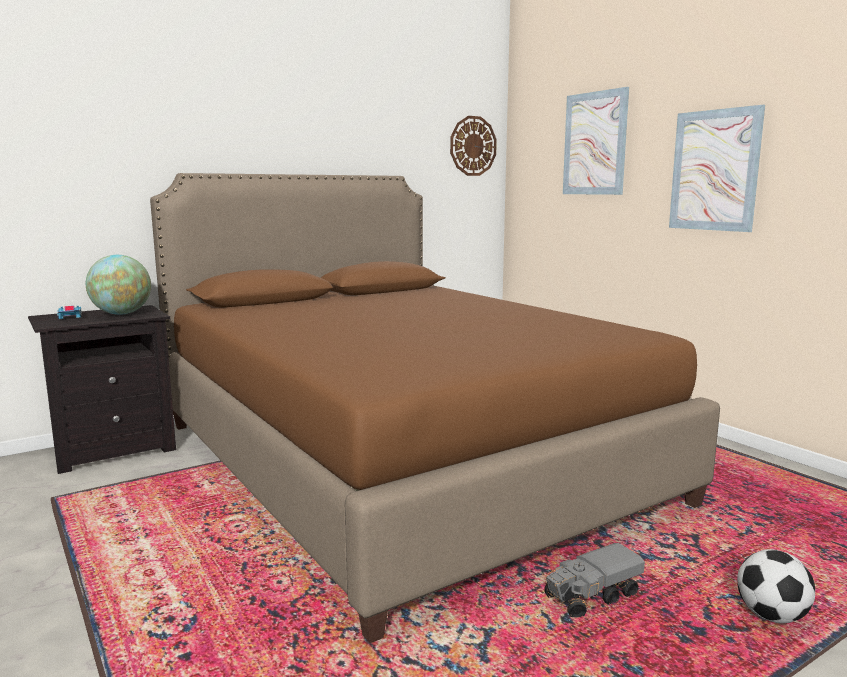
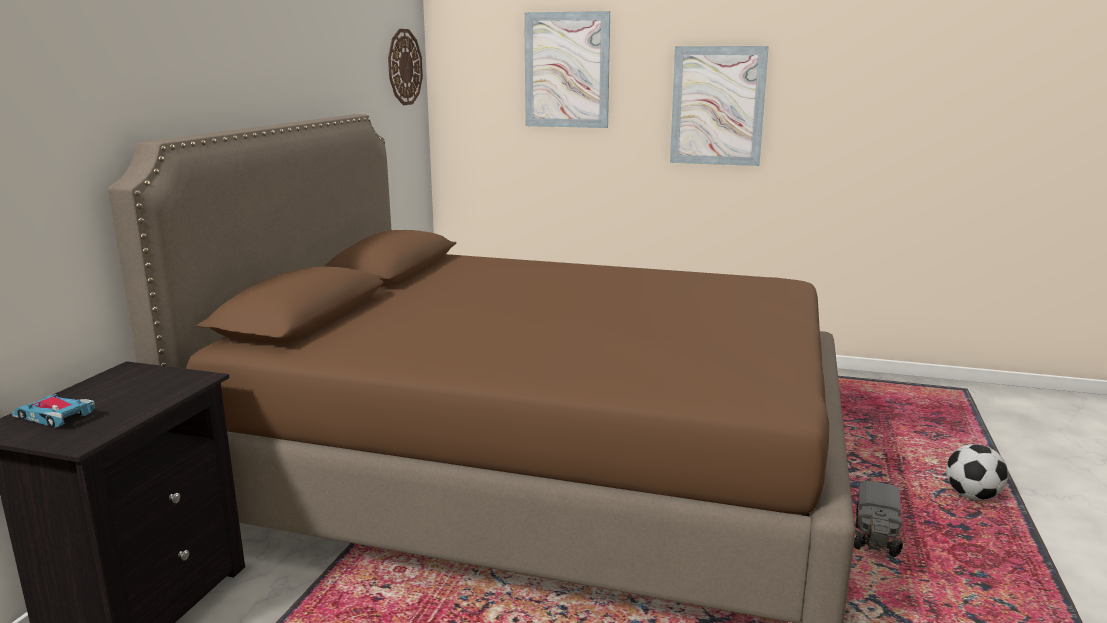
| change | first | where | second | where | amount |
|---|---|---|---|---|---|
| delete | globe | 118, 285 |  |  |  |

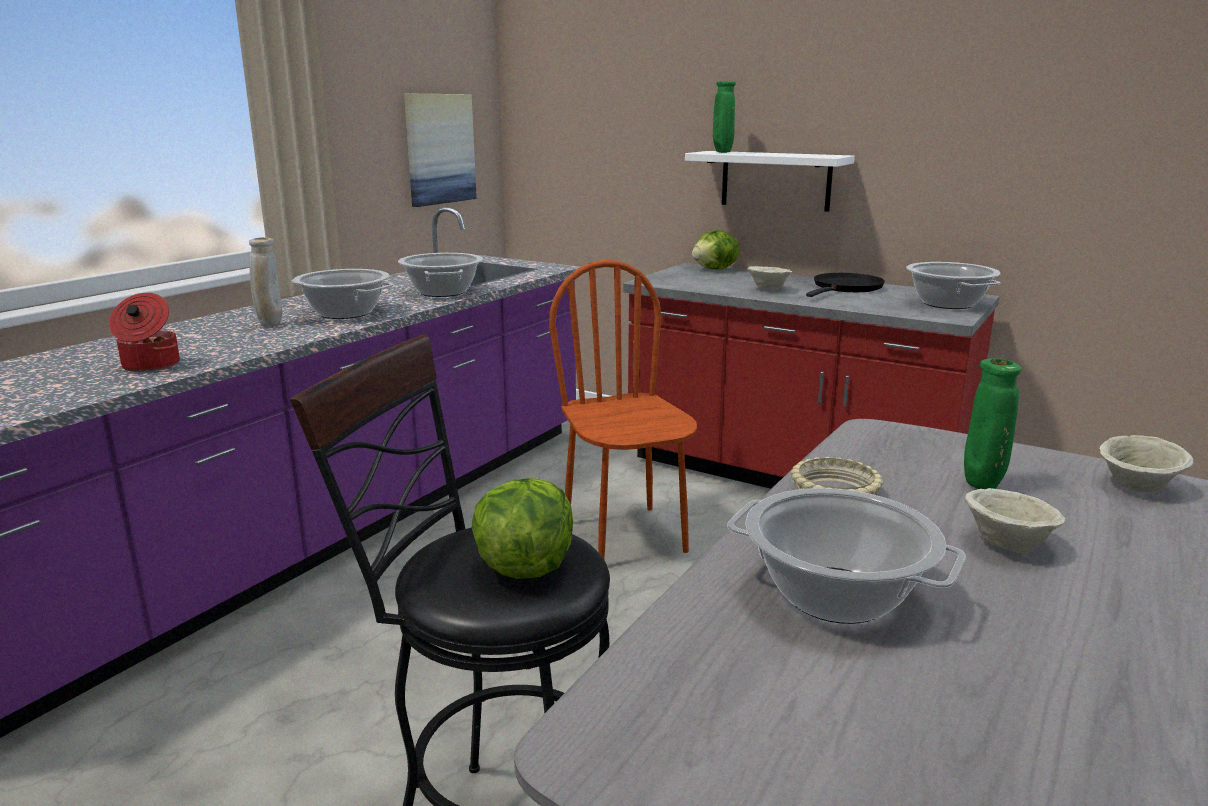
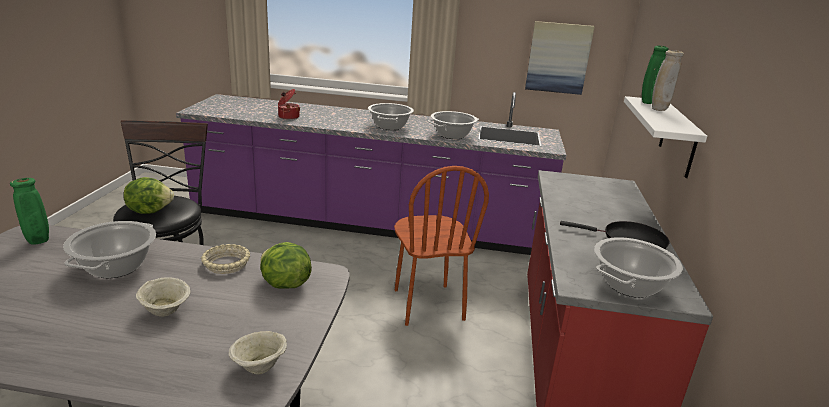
| change | first | where | second | where | amount |
|---|---|---|---|---|---|
| delete | beige bowl | 769, 278 |  |  |  |
| move | beige vase | 265, 282 |  | 668, 80 |  |
| move | lettuce | 715, 250 |  | 286, 265 |  |
| move | green vase | 993, 423 |  | 29, 211 |  |
| rotate | brown chair | 623, 409 |  | 441, 246 | 120 degrees clockwise |

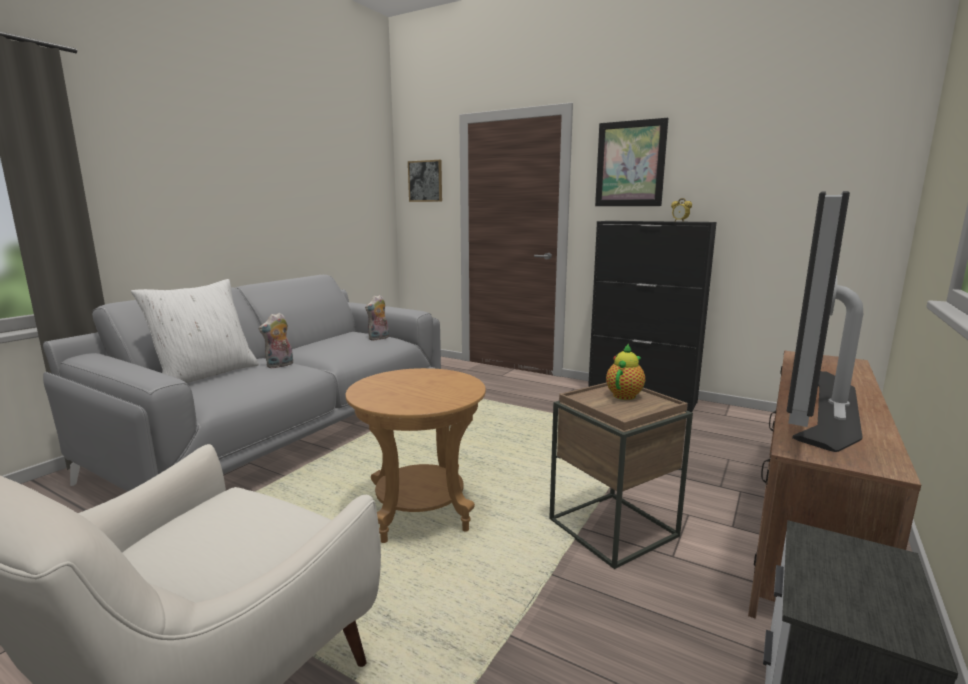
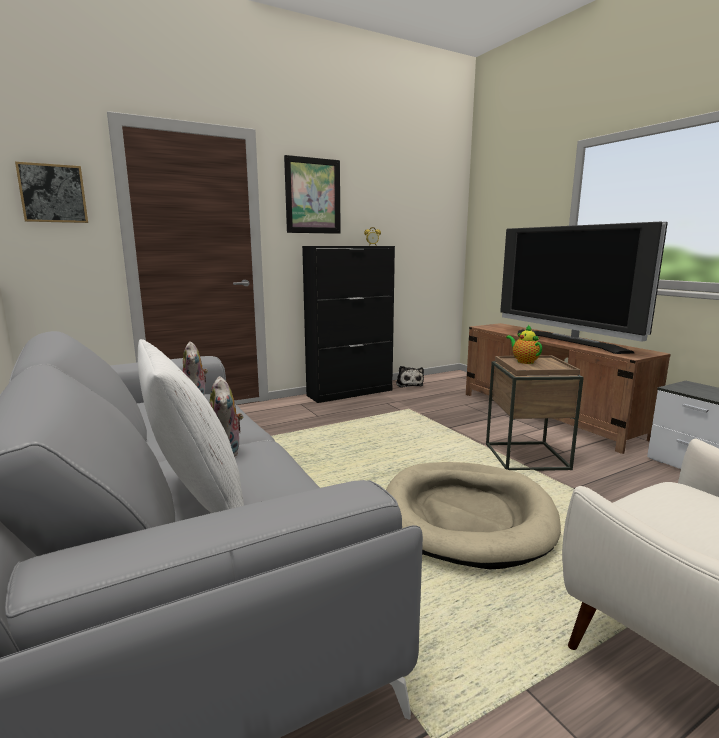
| change | first | where | second | where | amount |
|---|---|---|---|---|---|
| insert |  |  | plush toy | 410, 377 |  |
| replace | brown side table | 416, 455 | beige dog bed | 473, 516 |  |

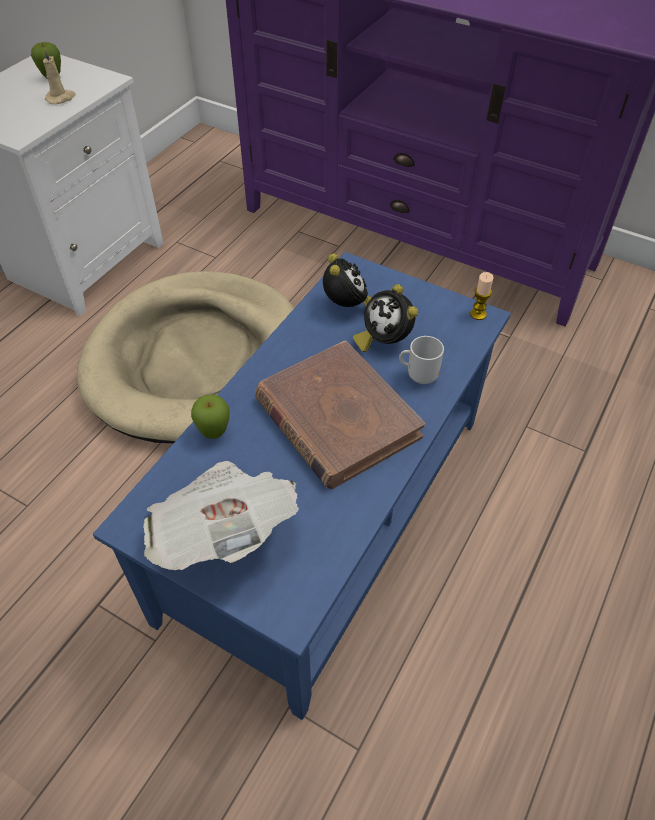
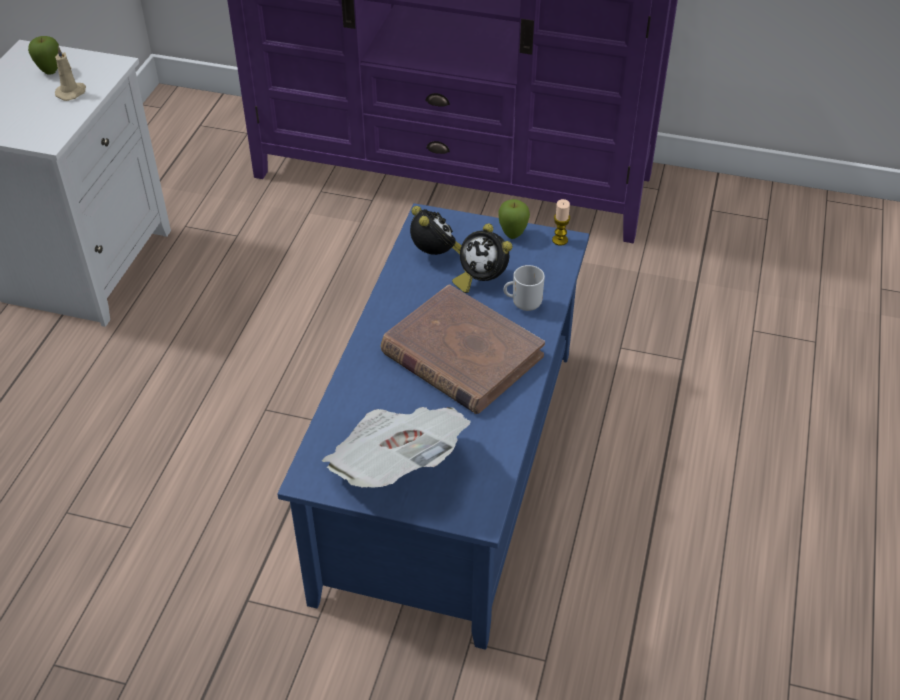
| change | first | where | second | where | amount |
|---|---|---|---|---|---|
| delete | beige dog bed | 185, 357 |  |  |  |
| move | apple | 210, 417 |  | 514, 219 |  |

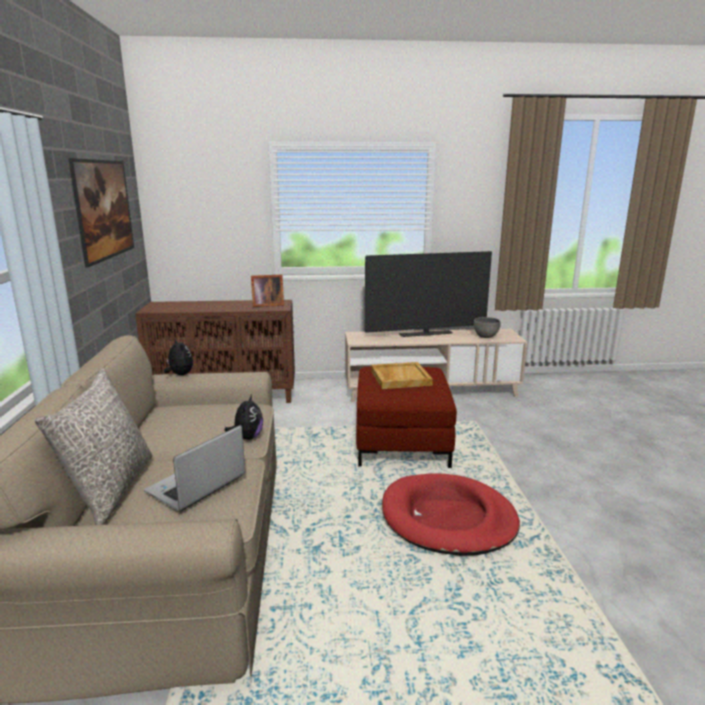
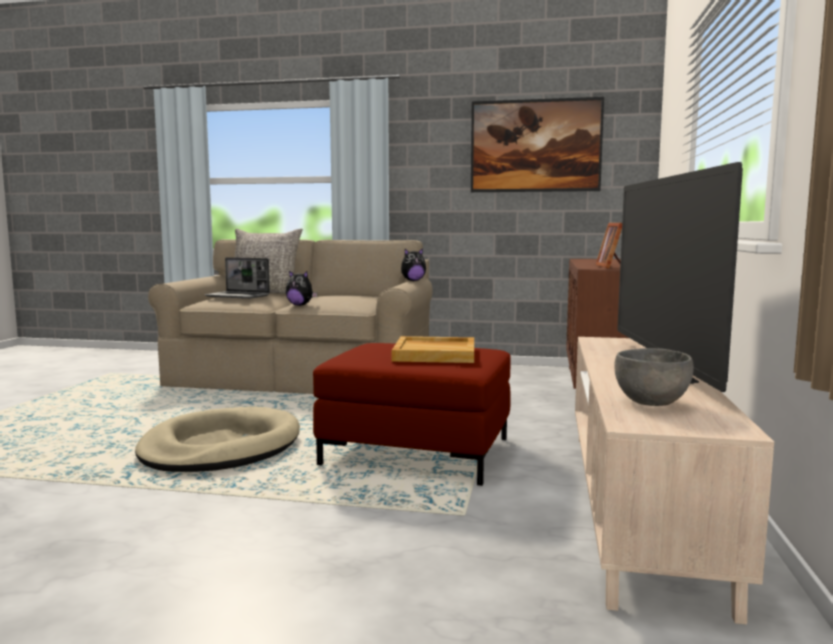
| change | first | where | second | where | amount |
|---|---|---|---|---|---|
| recolor | red dog bed | 451, 514 | beige dog bed | 217, 439 |  |
| rotate | laptop | 194, 468 |  | 237, 278 | 150 degrees clockwise |

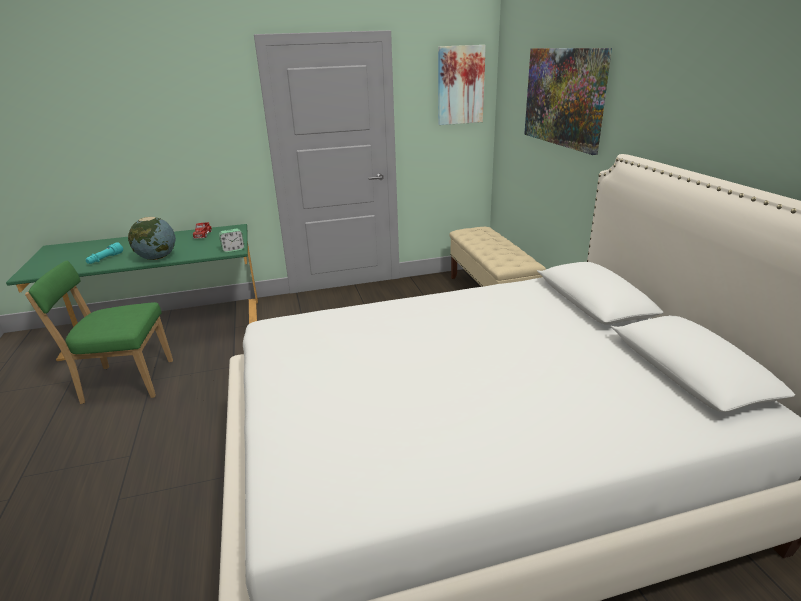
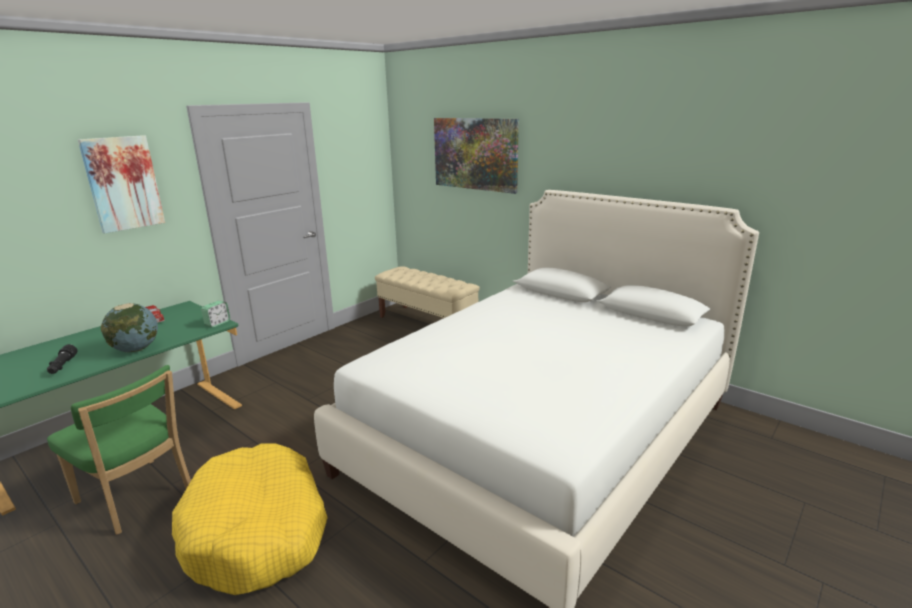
| change | first | where | second | where | amount |
|---|---|---|---|---|---|
| insert |  |  | yellow dog bed | 250, 519 |  |
| move | picture | 462, 85 |  | 121, 184 |  |
| recolor | turquoise flashlight | 104, 253 | black flashlight | 62, 359 |  |
| rotate | green chair | 99, 332 |  | 119, 450 | 105 degrees counterclockwise |

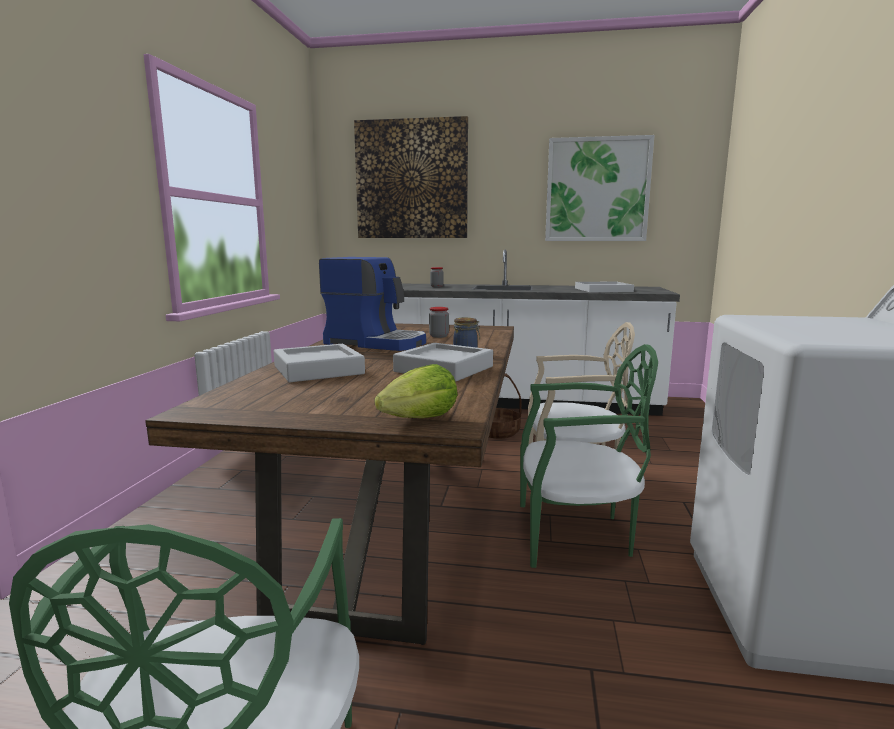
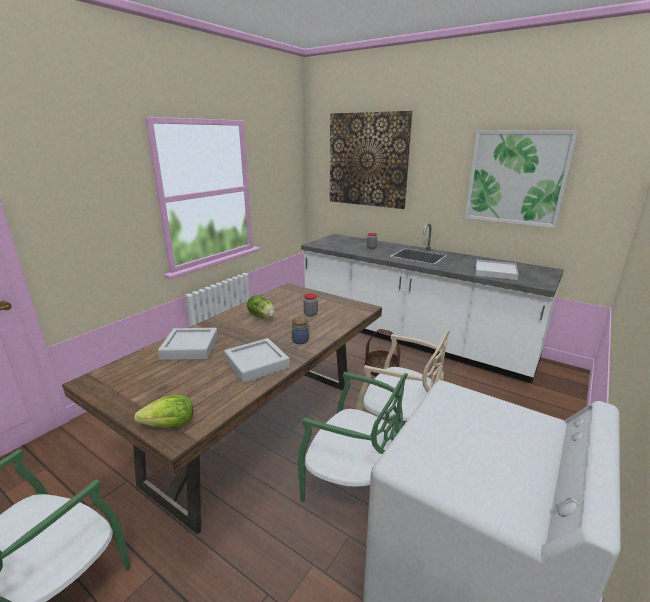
| change | first | where | second | where | amount |
|---|---|---|---|---|---|
| replace | coffee machine | 372, 304 | lettuce | 261, 307 |  |

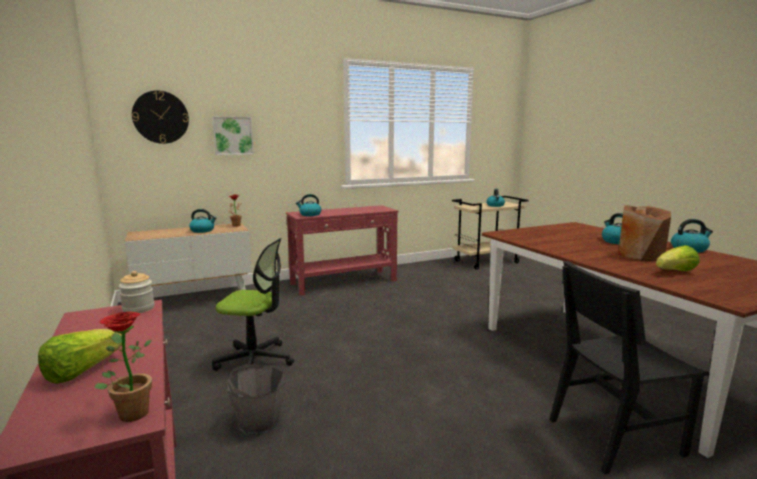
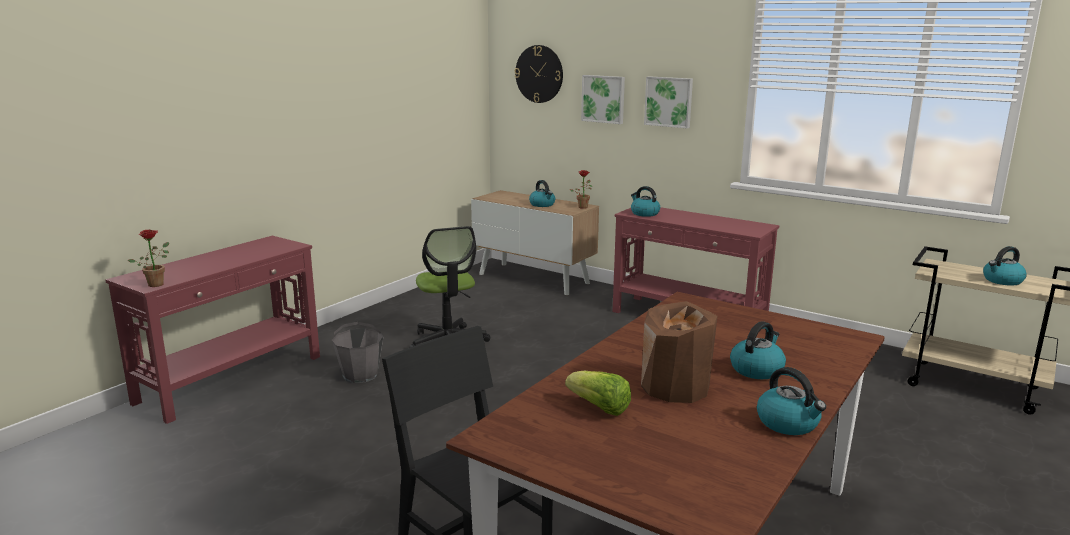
| change | first | where | second | where | amount |
|---|---|---|---|---|---|
| delete | lettuce | 80, 356 |  |  |  |
| delete | jar | 137, 292 |  |  |  |
| insert |  |  | picture | 668, 102 |  |

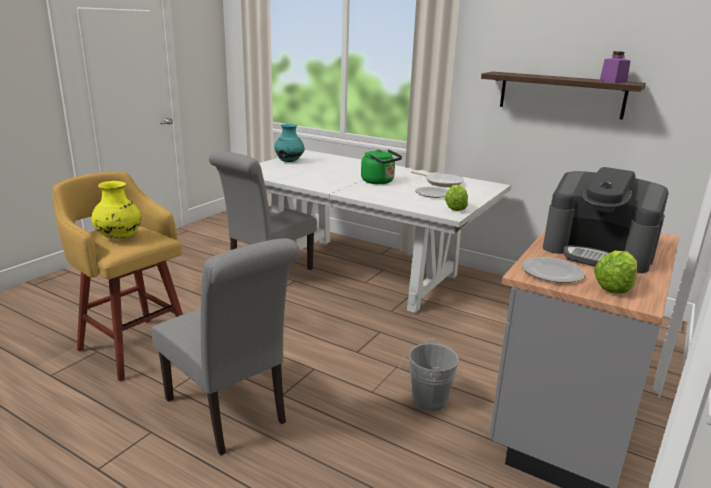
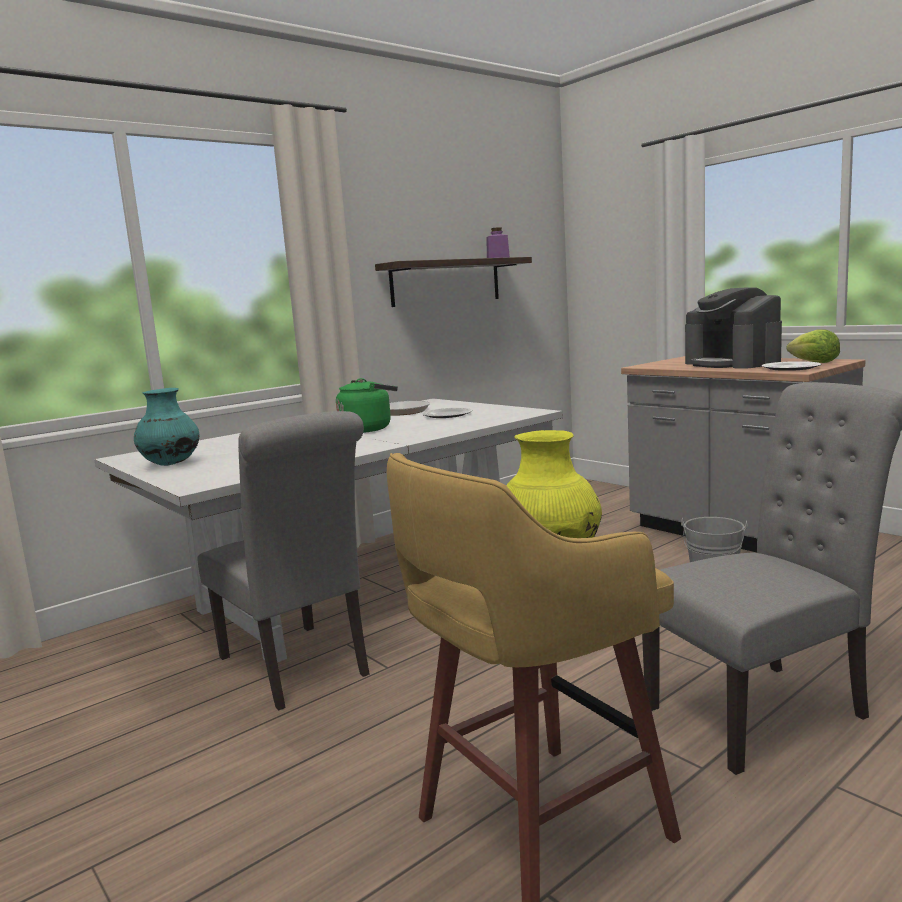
| change | first | where | second | where | amount |
|---|---|---|---|---|---|
| delete | lettuce | 456, 198 |  |  |  |
| rotate | coffee machine | 606, 220 |  | 733, 328 | 105 degrees clockwise |

